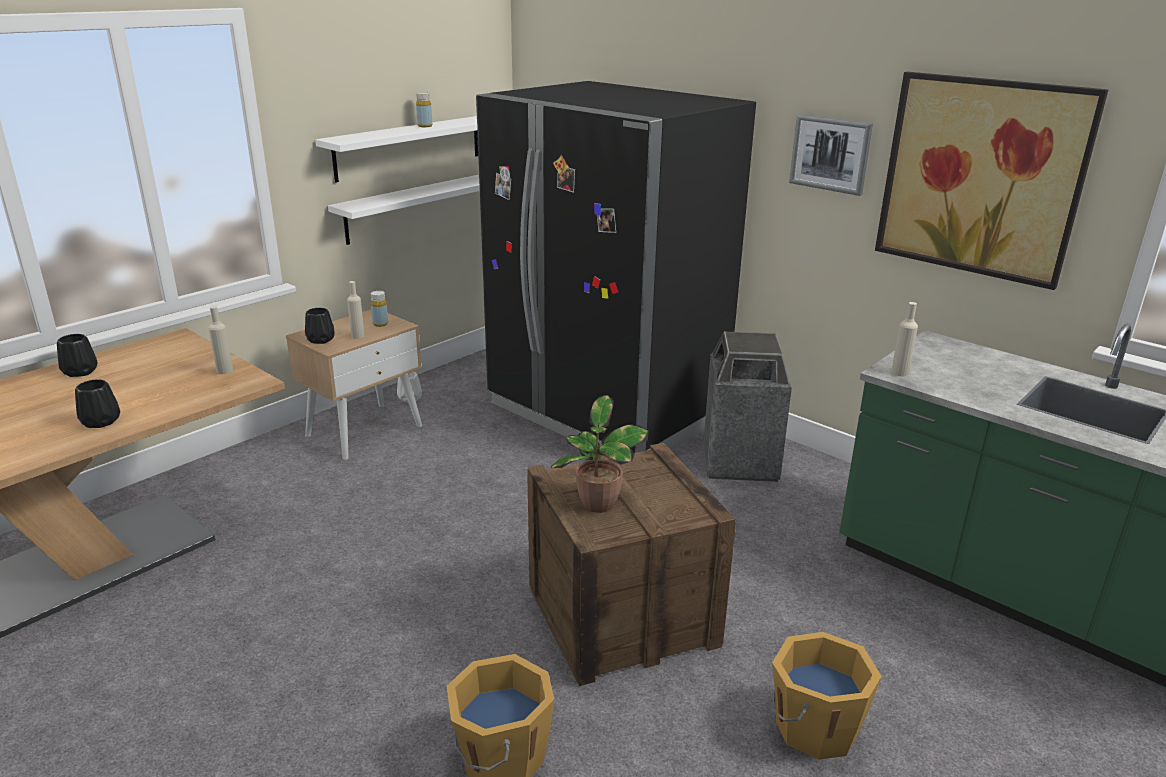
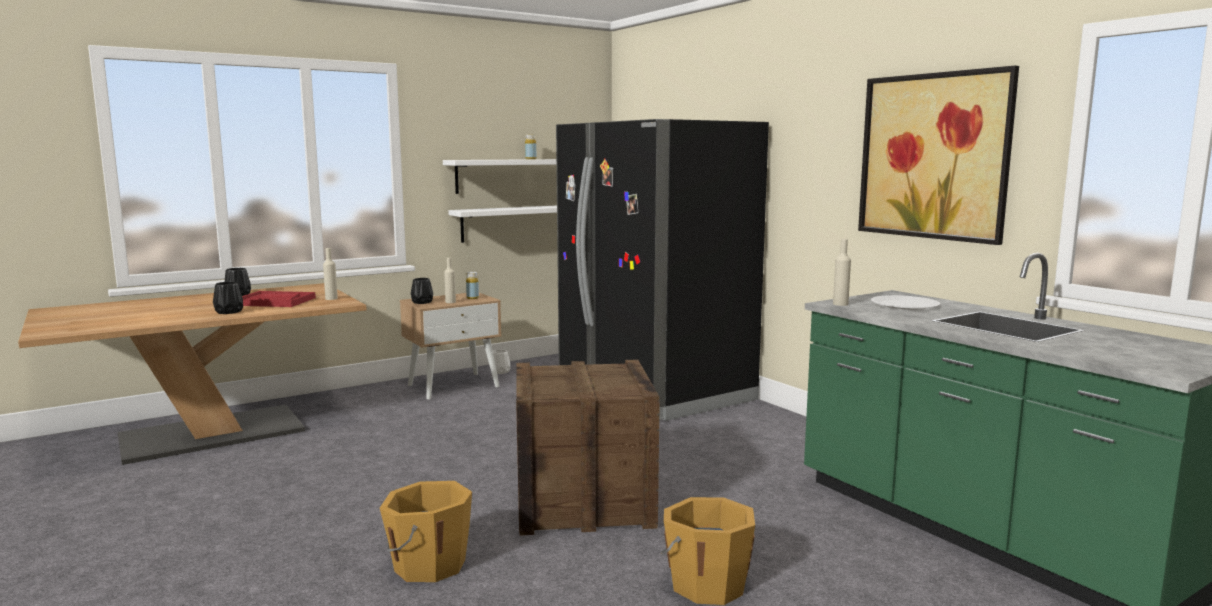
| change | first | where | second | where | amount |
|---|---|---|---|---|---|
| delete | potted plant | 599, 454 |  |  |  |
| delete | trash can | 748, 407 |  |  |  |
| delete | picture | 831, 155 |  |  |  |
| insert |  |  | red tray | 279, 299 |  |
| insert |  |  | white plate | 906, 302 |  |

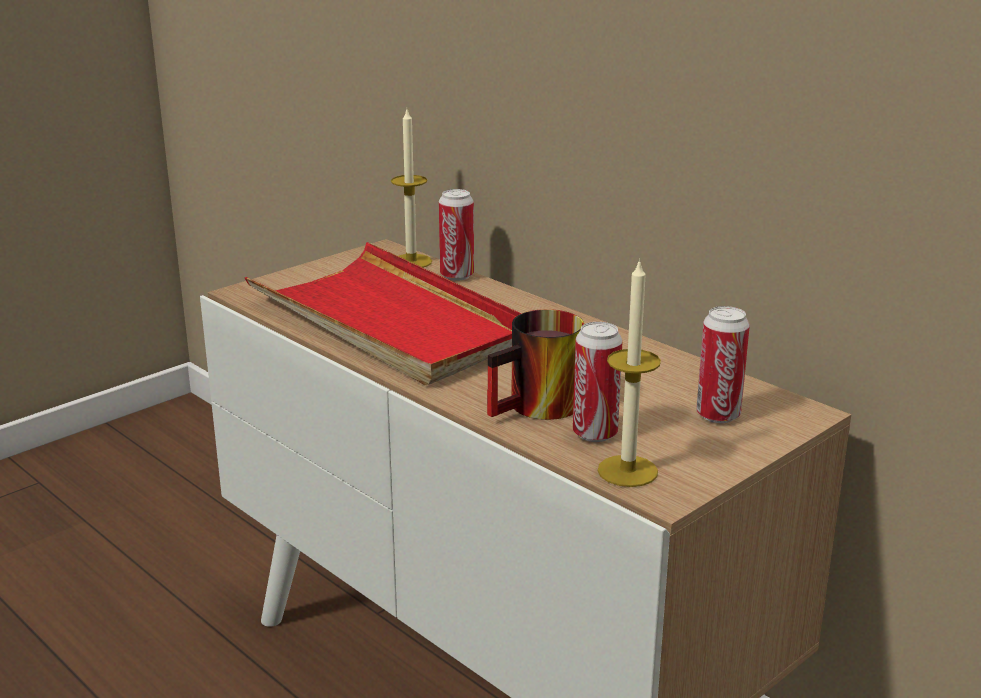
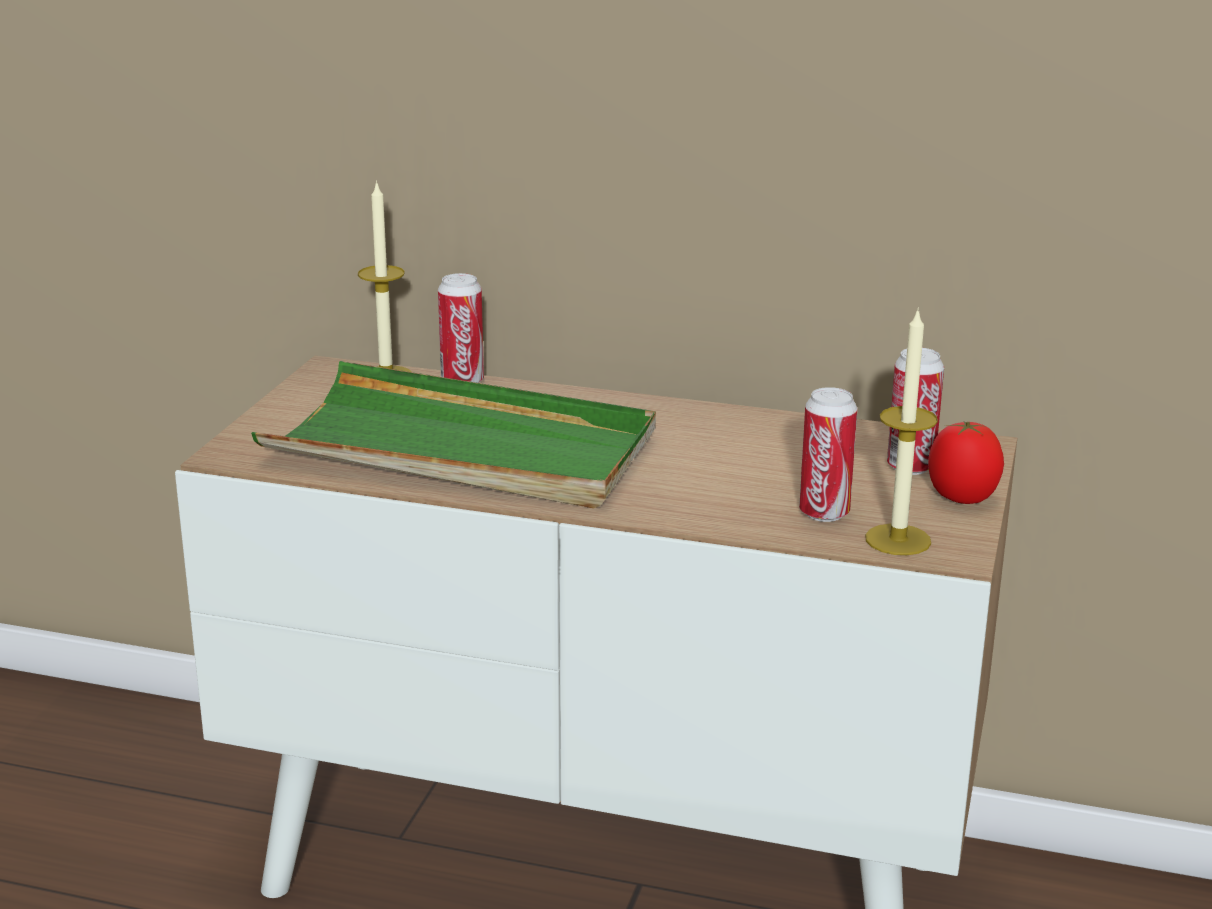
| change | first | where | second | where | amount |
|---|---|---|---|---|---|
| delete | mug | 535, 364 |  |  |  |
| insert |  |  | tomato | 966, 462 |  |
| recolor | red tray | 383, 313 | green tray | 453, 434 |  |

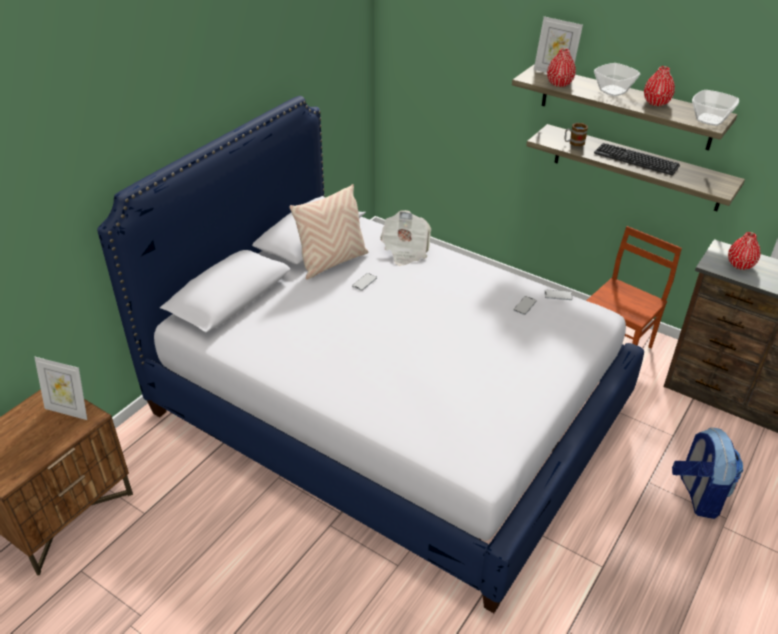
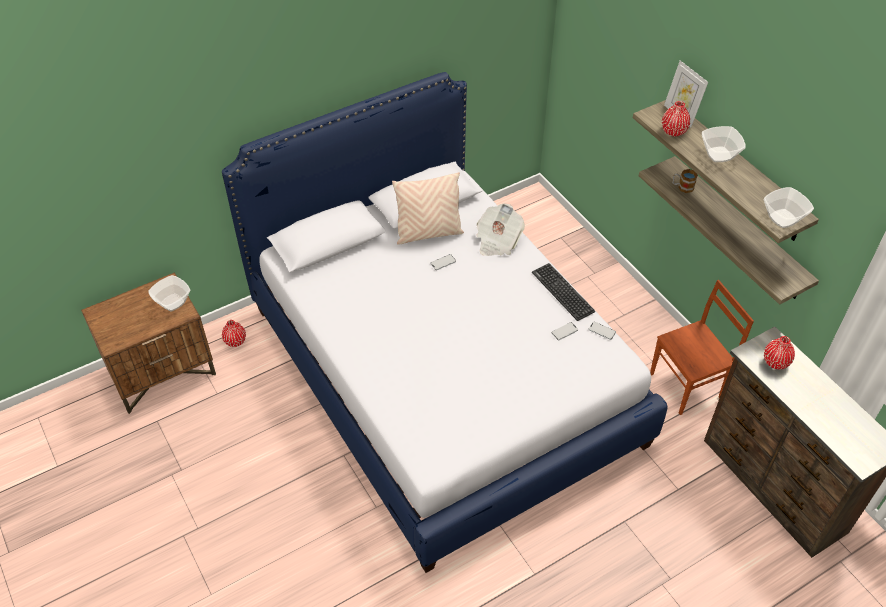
| change | first | where | second | where | amount |
|---|---|---|---|---|---|
| delete | backpack | 707, 473 |  |  |  |
| move | keyboard | 637, 159 |  | 563, 292 |  |
| move | red vase | 659, 86 |  | 234, 333 |  |
| replace | picture frame | 60, 388 | bowl | 169, 293 |  |

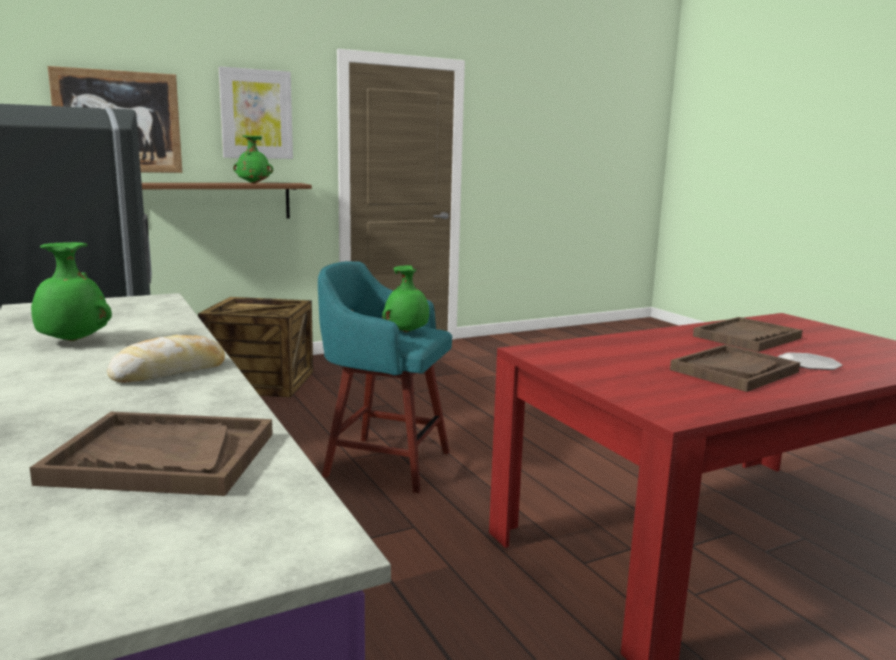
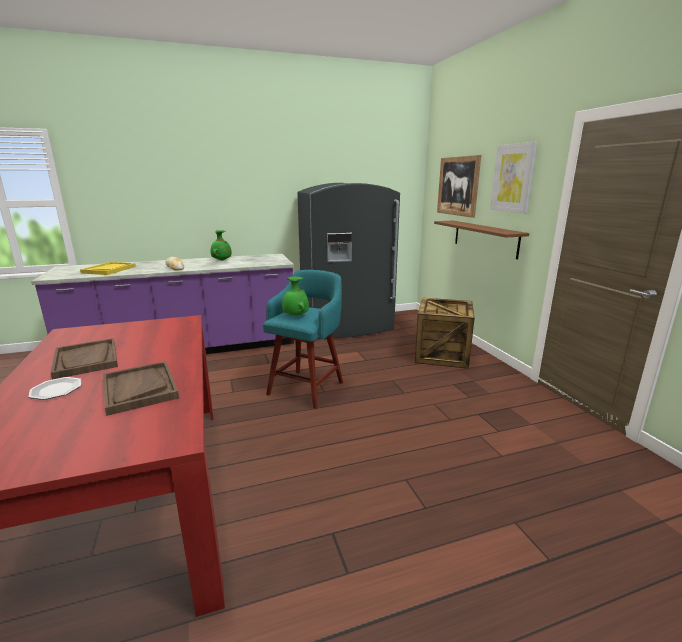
| change | first | where | second | where | amount |
|---|---|---|---|---|---|
| delete | green vase | 253, 159 |  |  |  |
| recolor | brown tray | 151, 454 | yellow tray | 108, 268 |  |

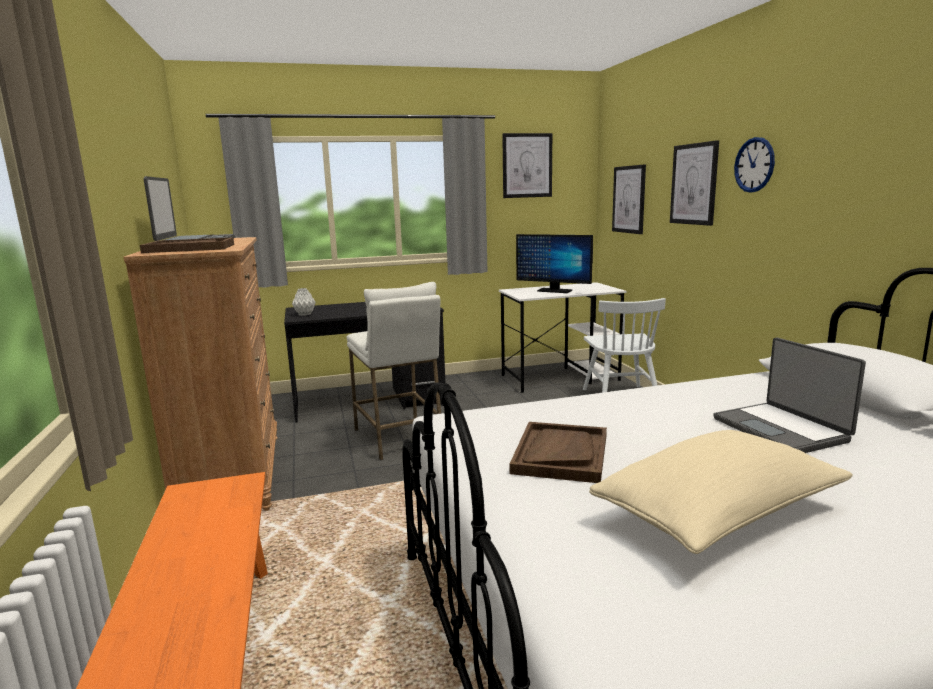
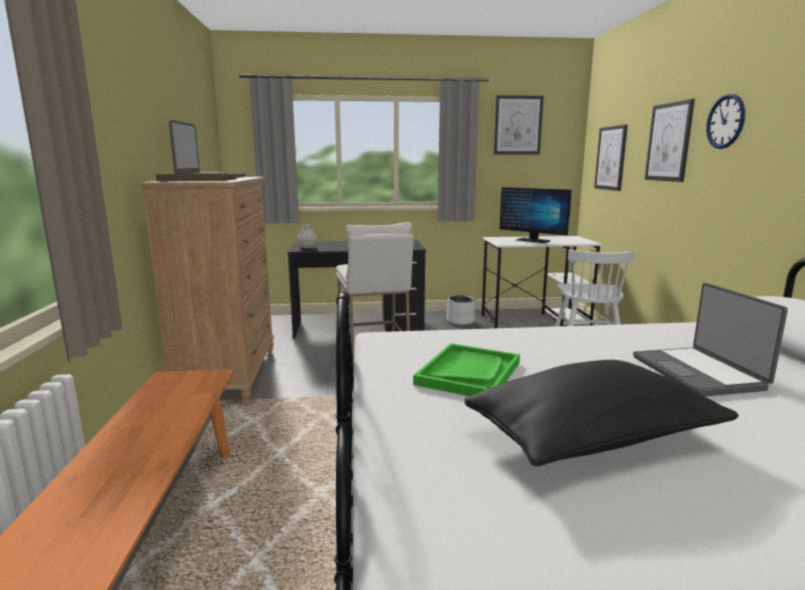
| change | first | where | second | where | amount |
|---|---|---|---|---|---|
| insert |  |  | grey planter | 461, 310 |  |
| recolor | brown tray | 558, 452 | green tray | 466, 369 |  |
| recolor | beige pillow | 721, 492 | black pillow | 601, 413 |  |

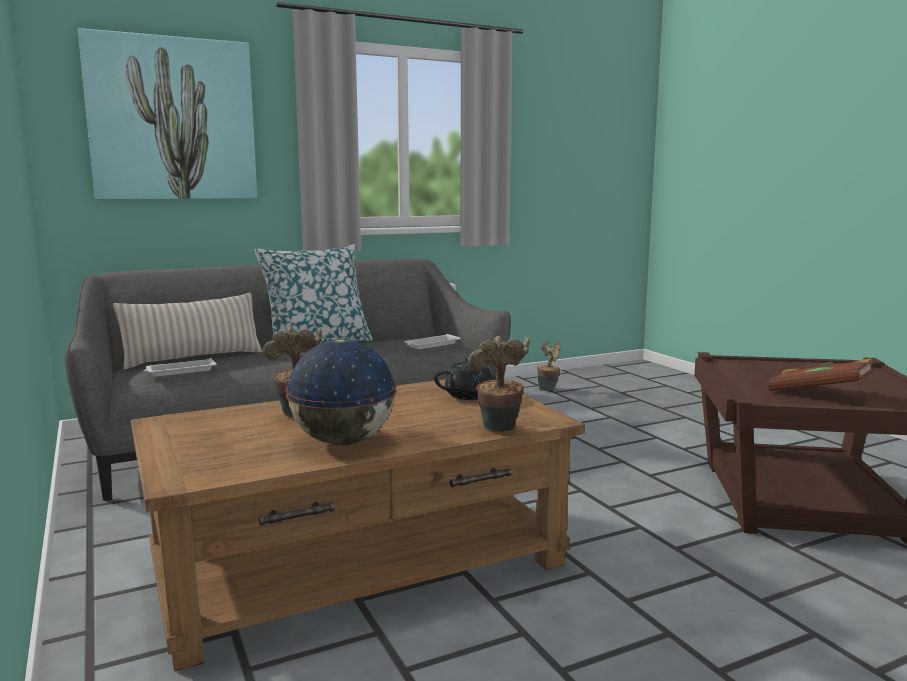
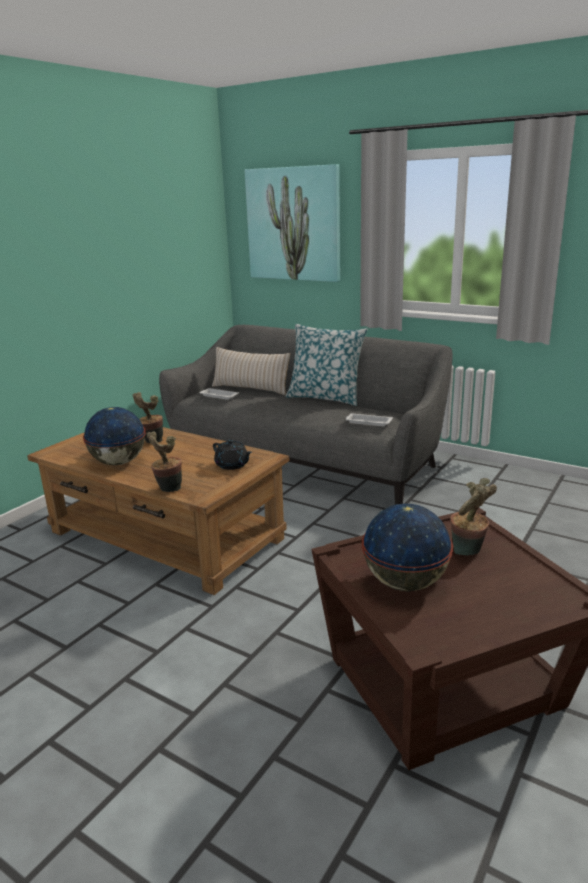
| change | first | where | second | where | amount |
|---|---|---|---|---|---|
| move | potted plant | 549, 366 |  | 473, 516 |  |
| replace | brown book | 821, 374 | globe | 407, 547 |  |

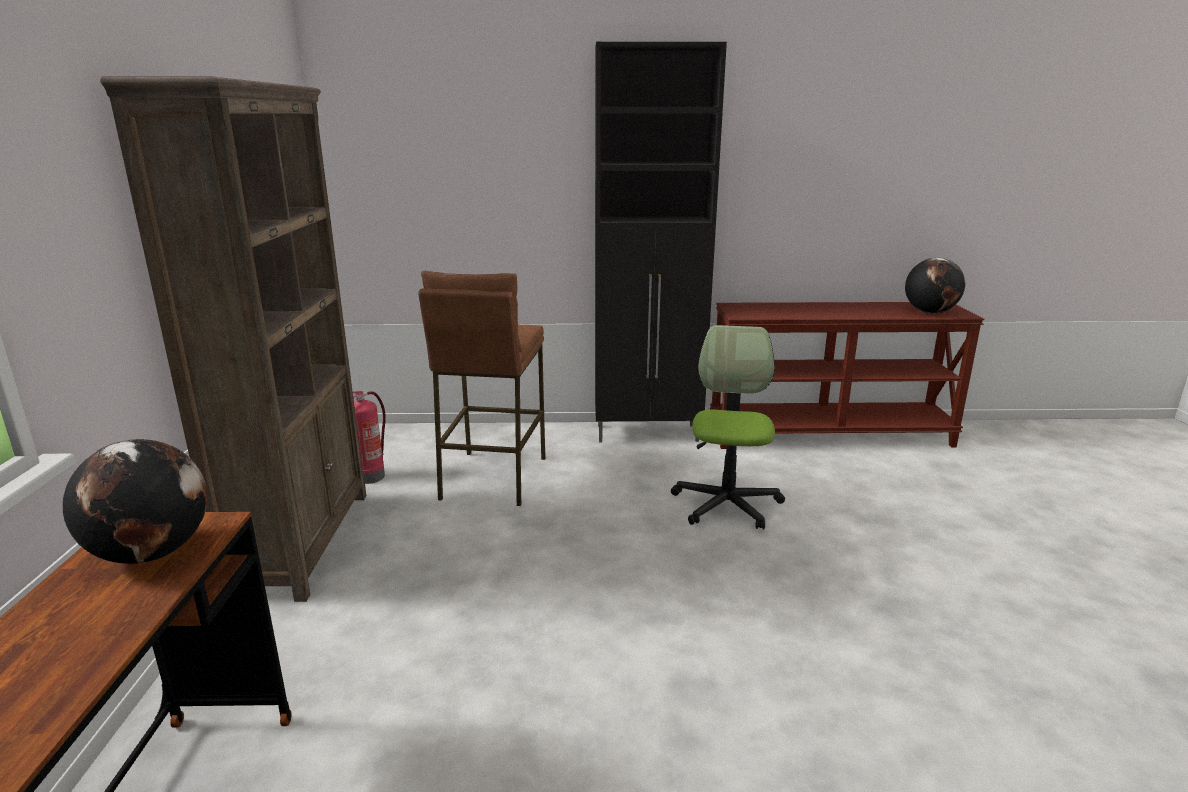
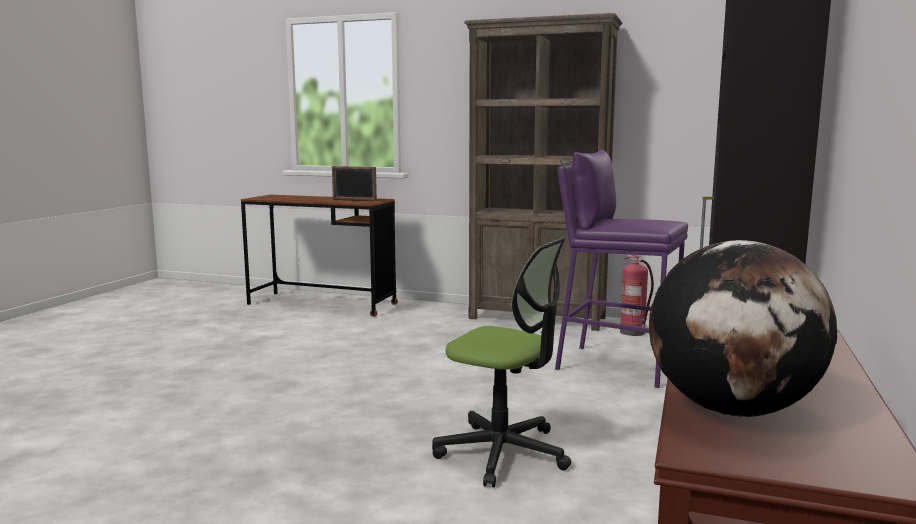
| change | first | where | second | where | amount |
|---|---|---|---|---|---|
| replace | globe | 135, 501 | picture frame | 354, 184 |  |
| recolor | brown stool | 481, 388 | purple stool | 621, 269 |  |

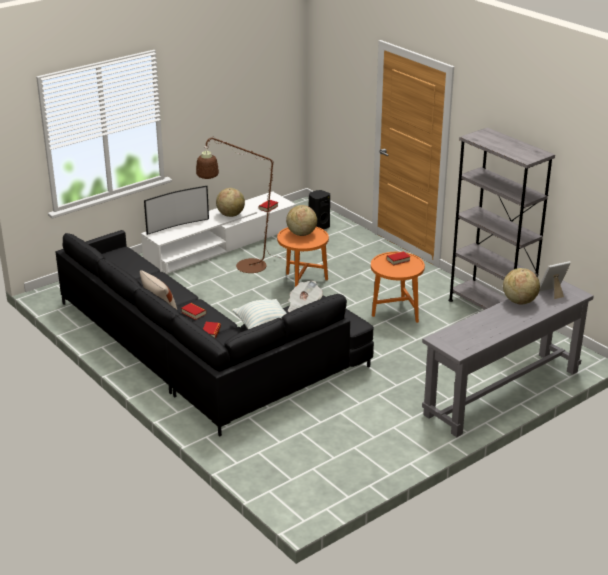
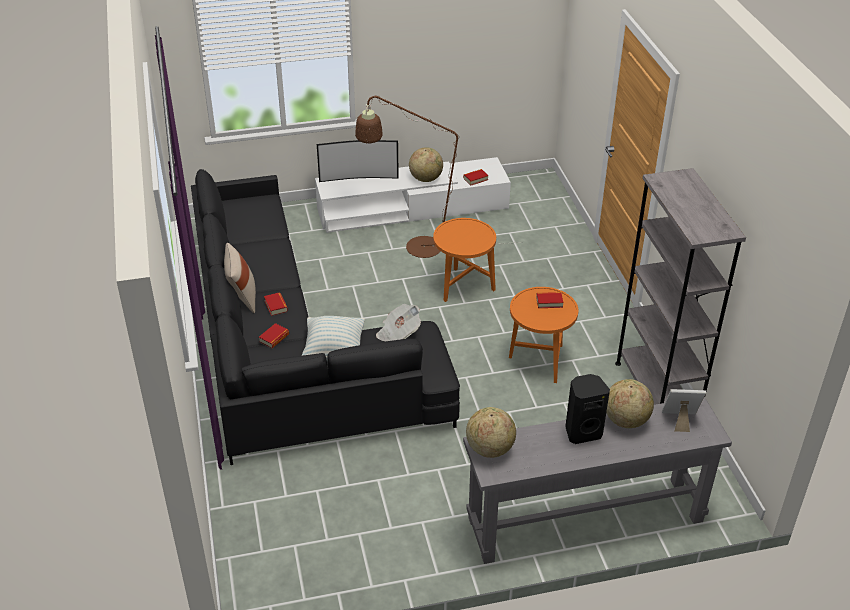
| change | first | where | second | where | amount |
|---|---|---|---|---|---|
| move | globe | 301, 220 |  | 491, 432 |  |
| move | black speaker | 319, 210 |  | 587, 409 |  |

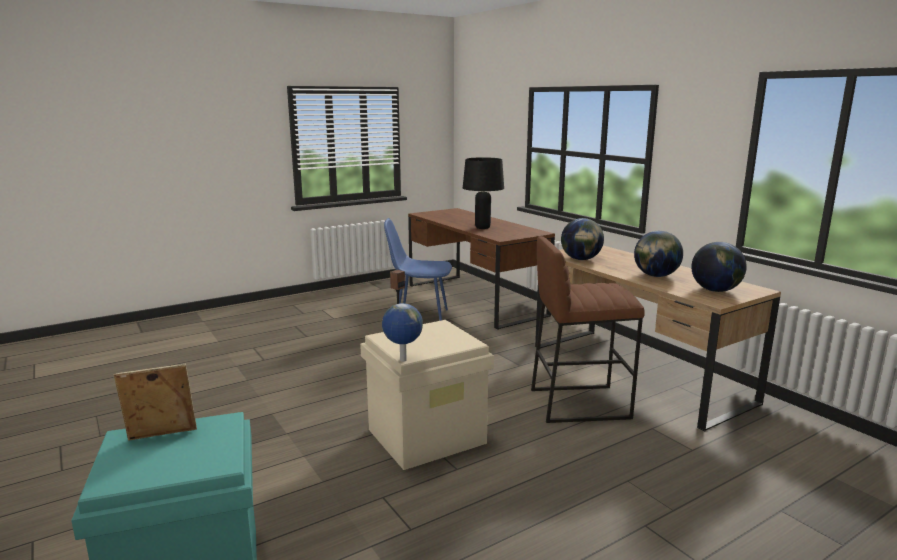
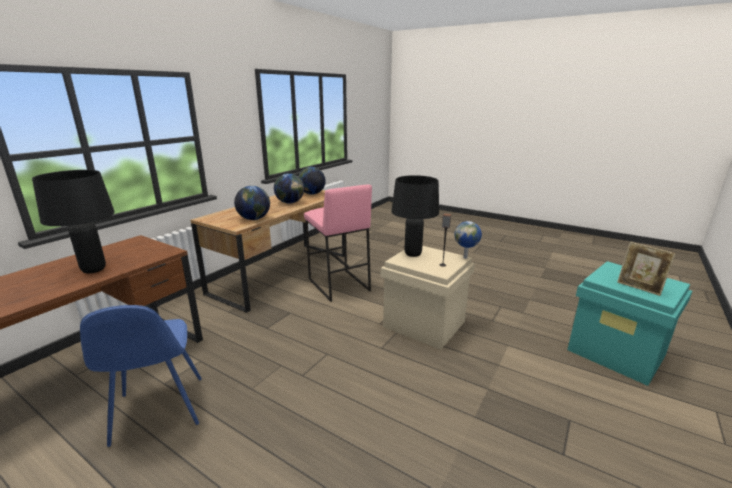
| change | first | where | second | where | amount |
|---|---|---|---|---|---|
| insert |  |  | black table lamp | 415, 216 |  |
| recolor | brown stool | 588, 329 | pink stool | 338, 243 |  |

